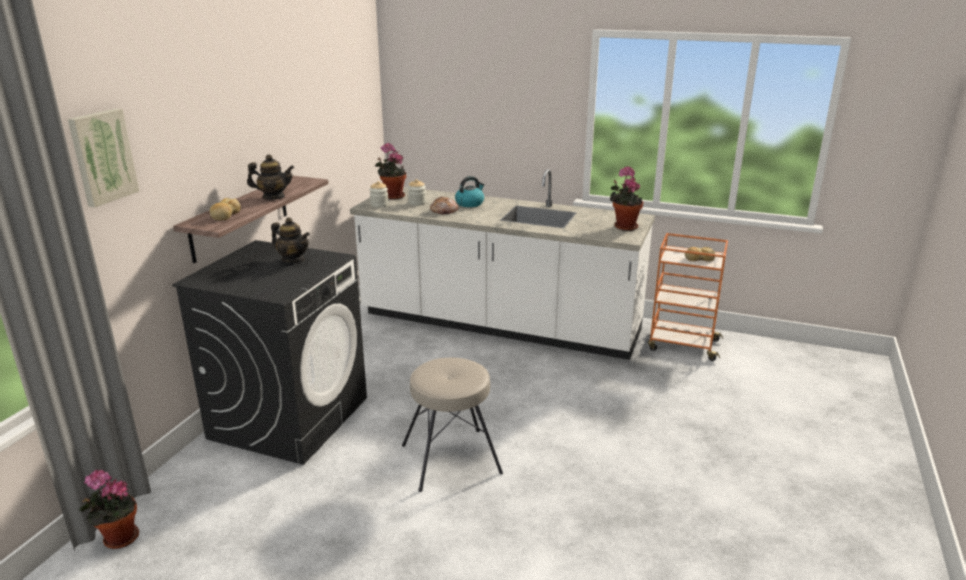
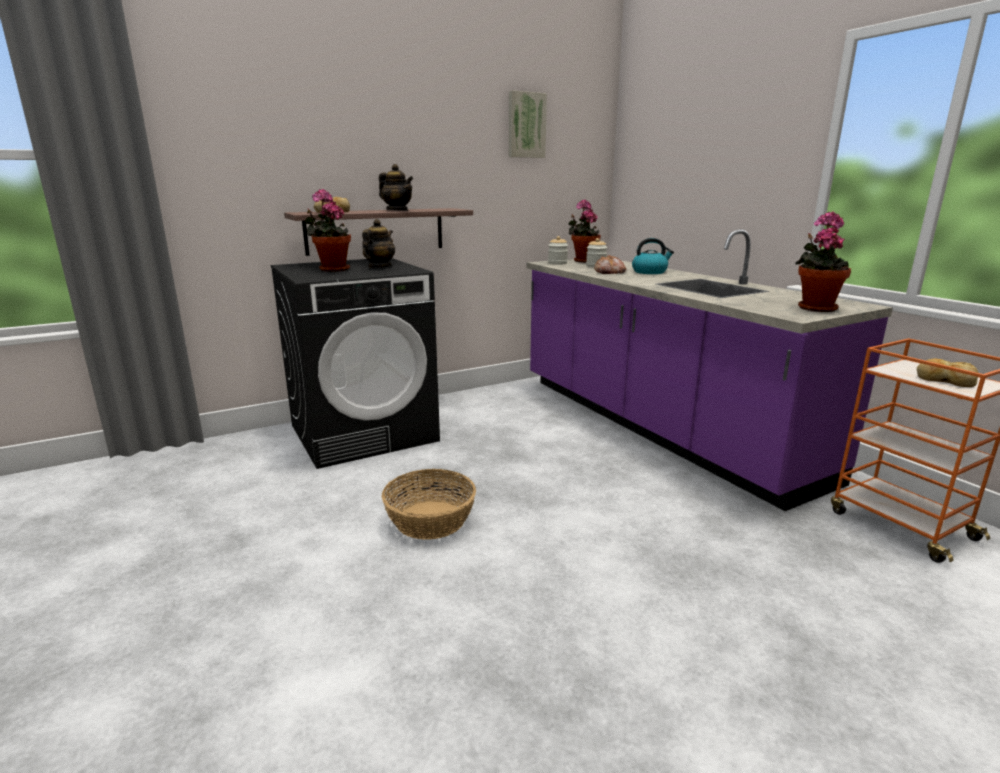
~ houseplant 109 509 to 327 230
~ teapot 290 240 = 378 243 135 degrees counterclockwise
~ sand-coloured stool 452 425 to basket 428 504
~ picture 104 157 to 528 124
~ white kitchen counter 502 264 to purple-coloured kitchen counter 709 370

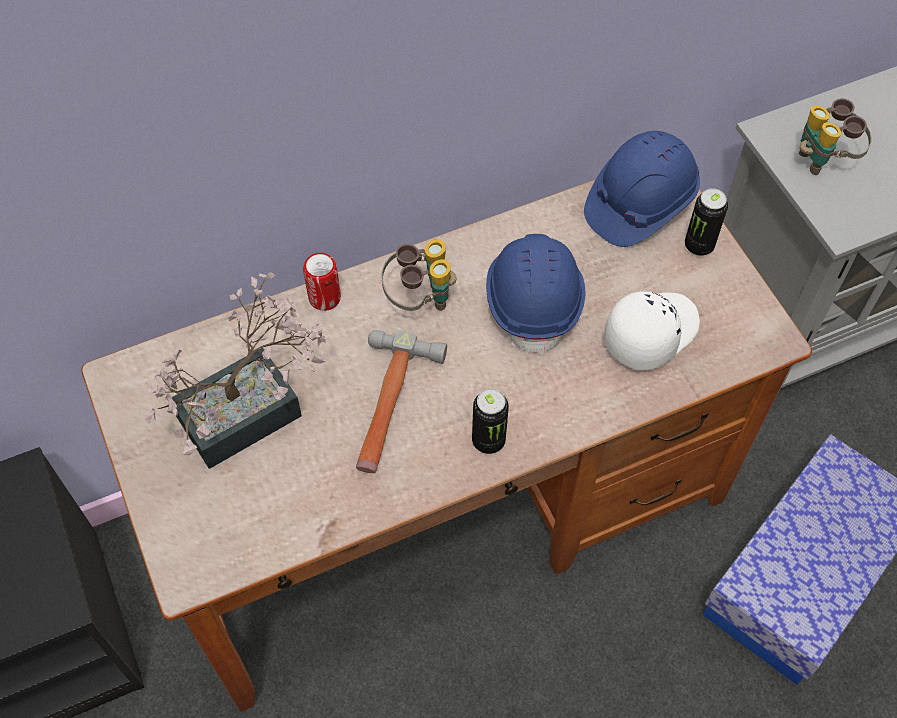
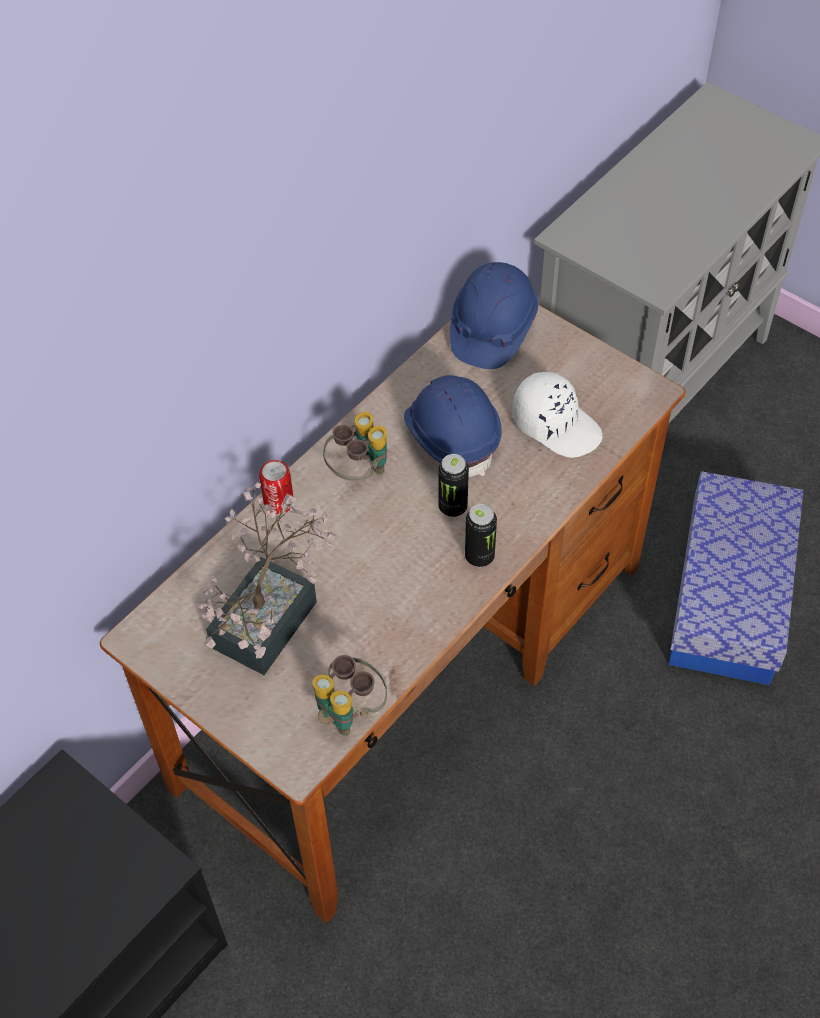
~ pair of binoculars 835 136 to 349 695
~ sealed can 706 222 to 453 485
~ white cap 652 331 = 557 415 105 degrees clockwise
- hammer 401 401

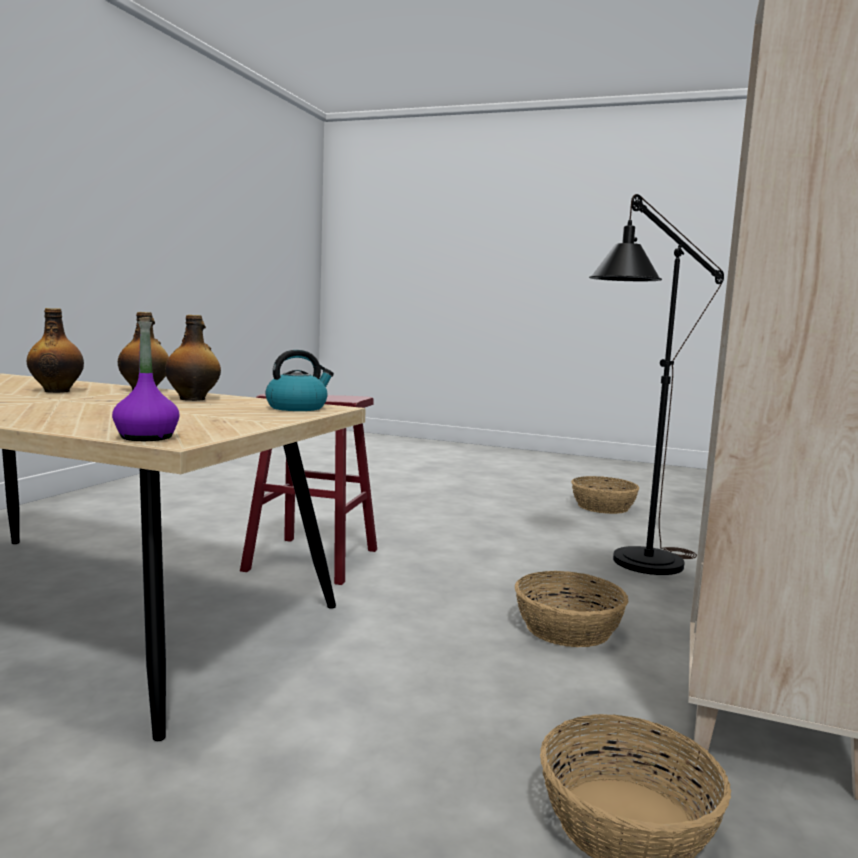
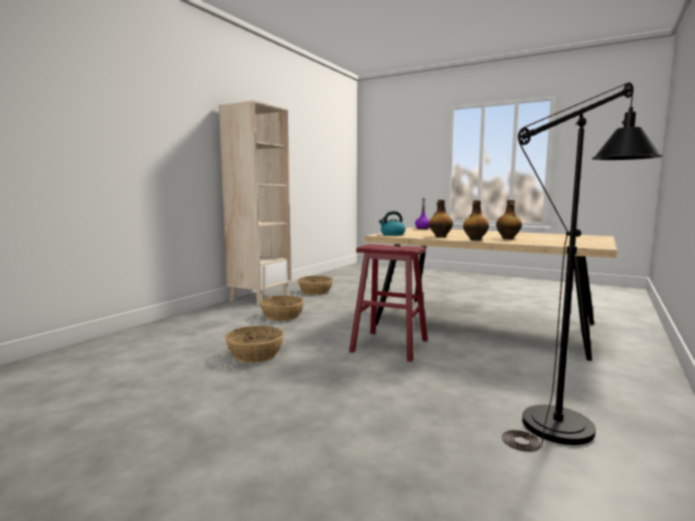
~ basket 605 495 to 254 344
~ black standing lamp 656 384 to 582 267

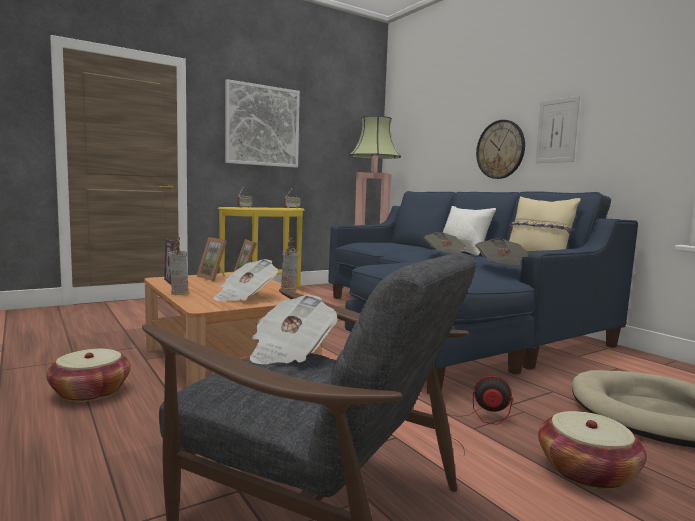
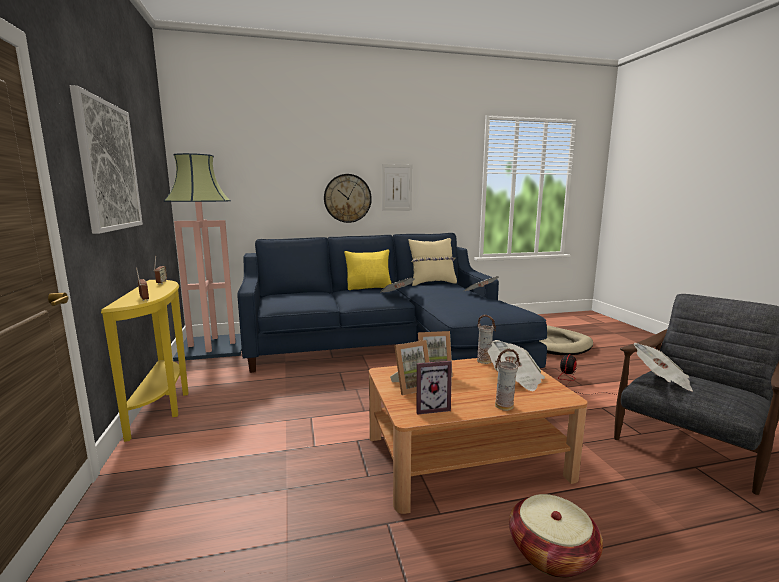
~ white cushion 469 231 to yellow cushion 368 269
- basket 592 450

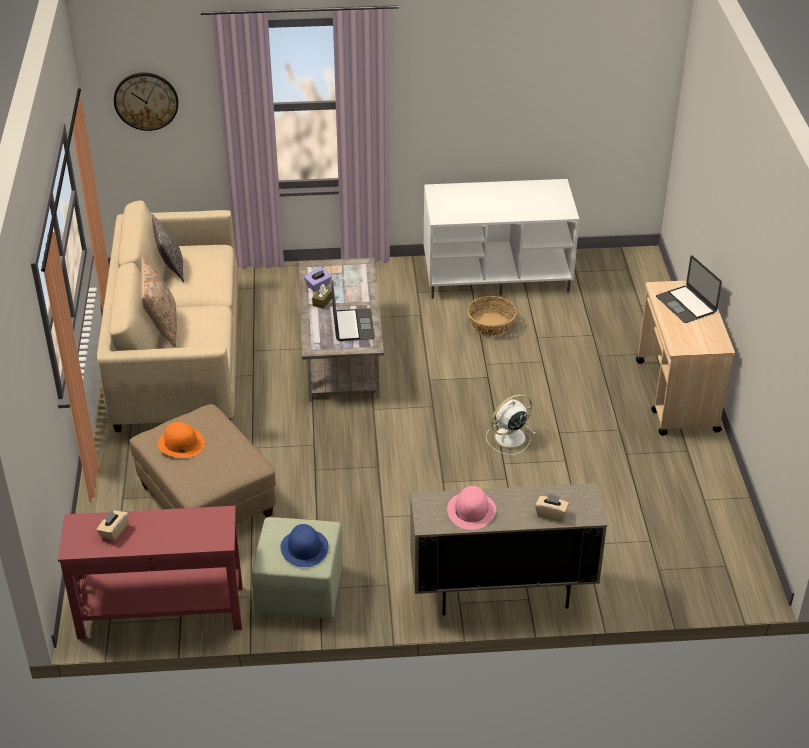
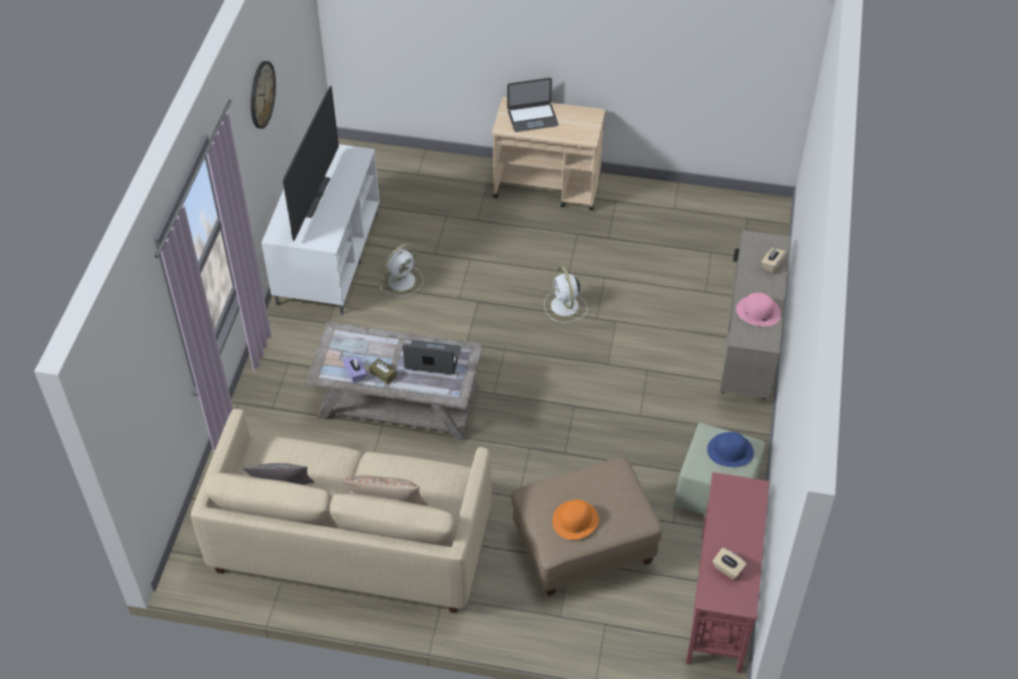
~ wall clock 146 101 to 263 95
+ TV 311 163
~ basket 492 316 to white fan 401 270

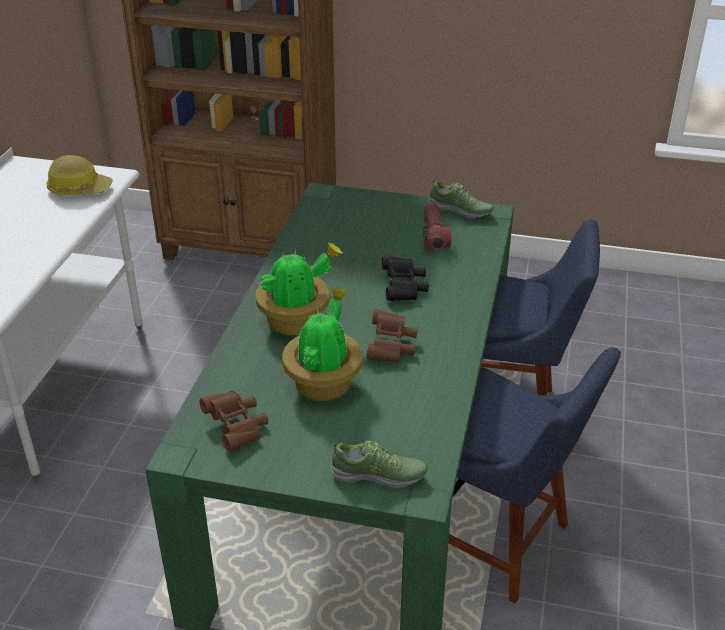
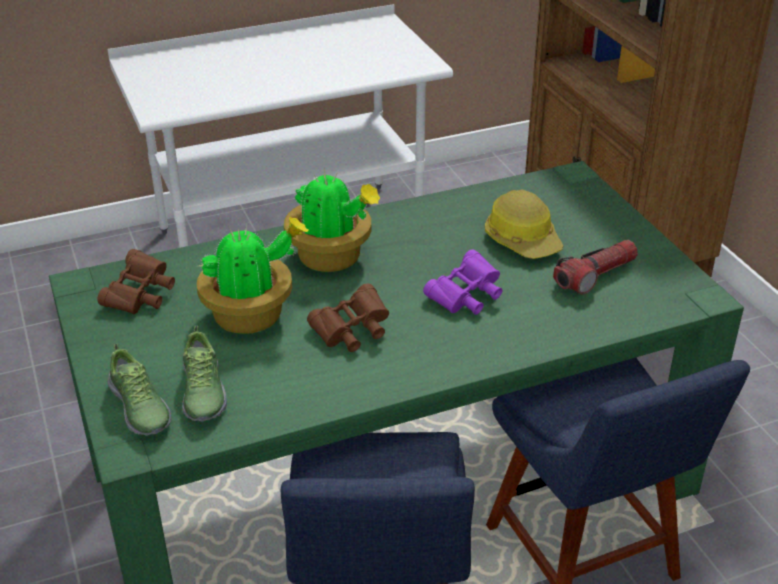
~ item of footwear 461 198 to 204 373
~ black pair of binoculars 405 278 to purple-coloured pair of binoculars 462 282
~ work helmet 79 175 to 524 224

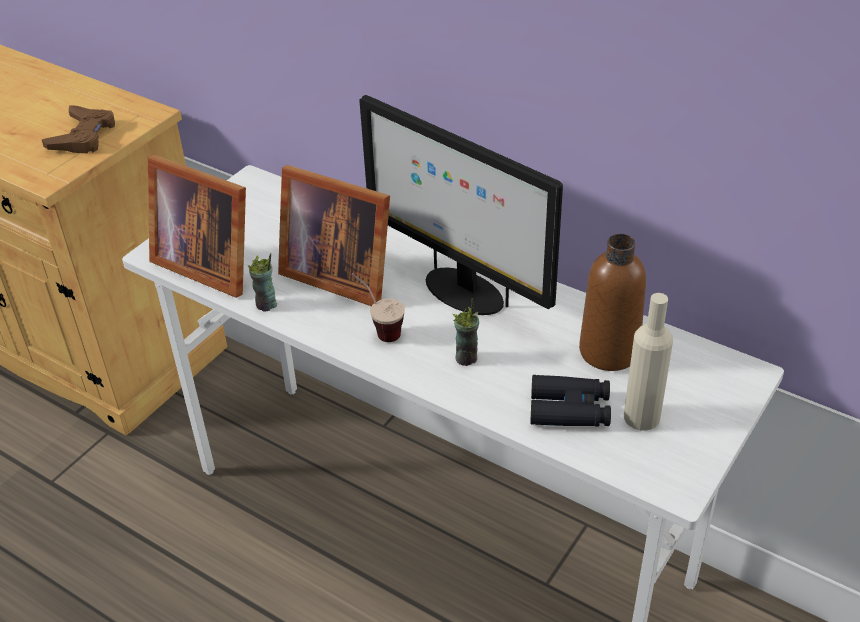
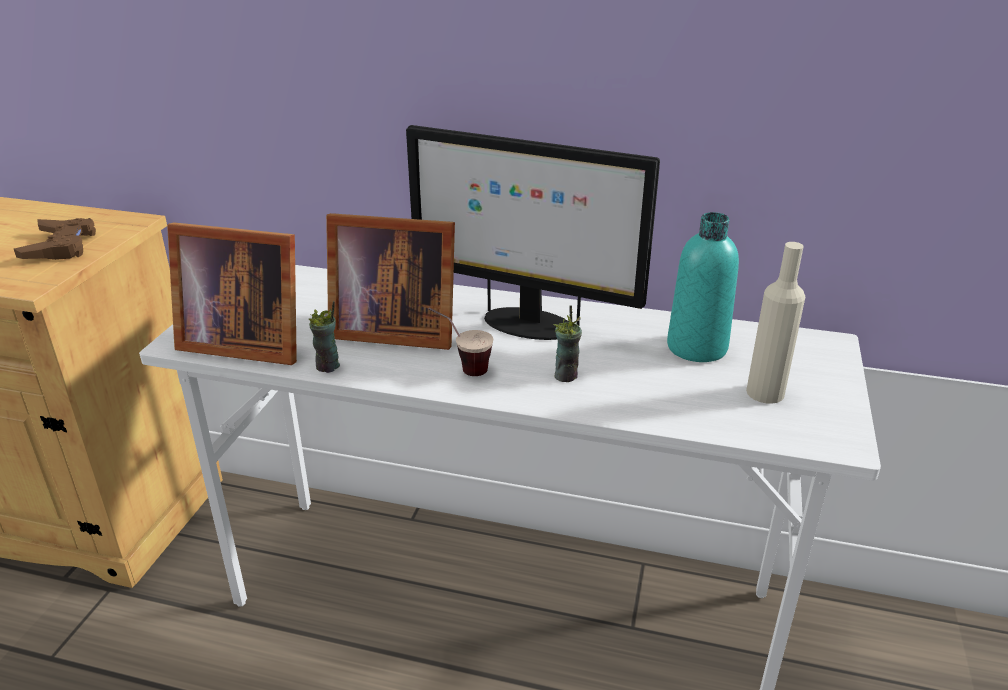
~ brownish bottle 612 302 to blue-green bottle 703 287
- black pair of binoculars 570 401

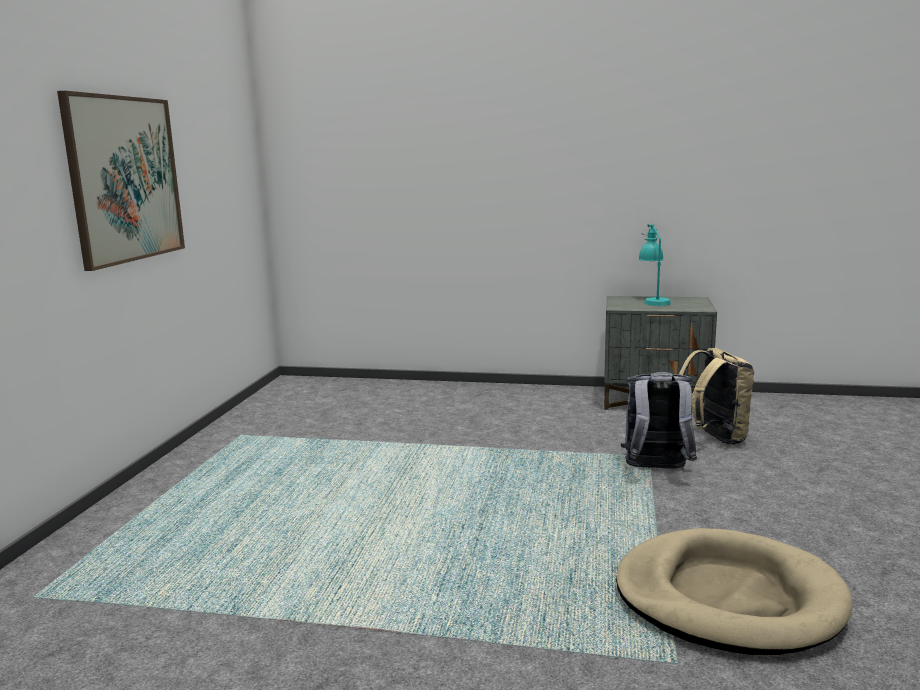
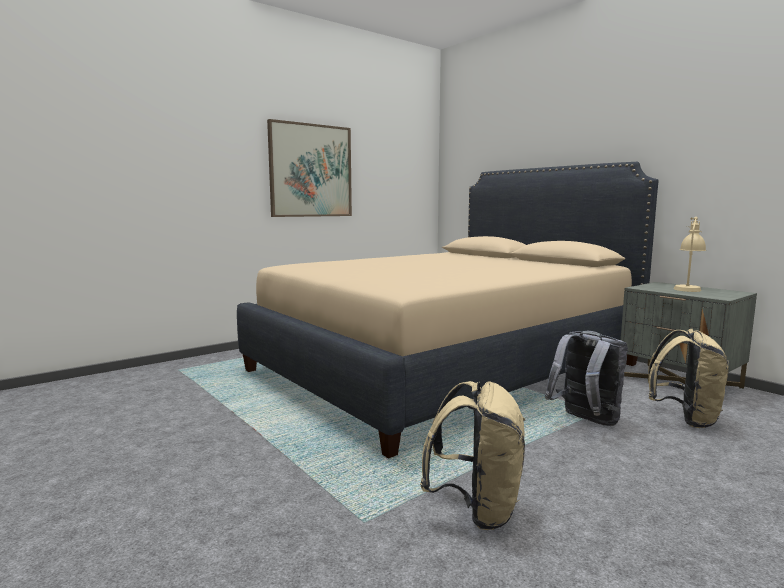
+ sand-coloured sleeping bed 447 310
~ sand-coloured dog bed 734 591 to sand-coloured knapsack 472 455
~ blue-green lamp for a table 654 265 to sand-coloured lamp for a table 690 254

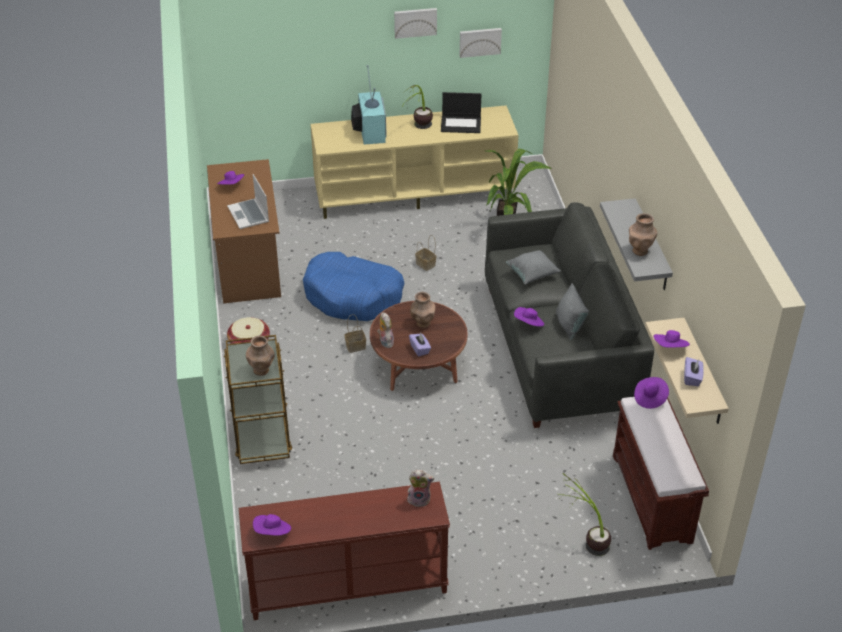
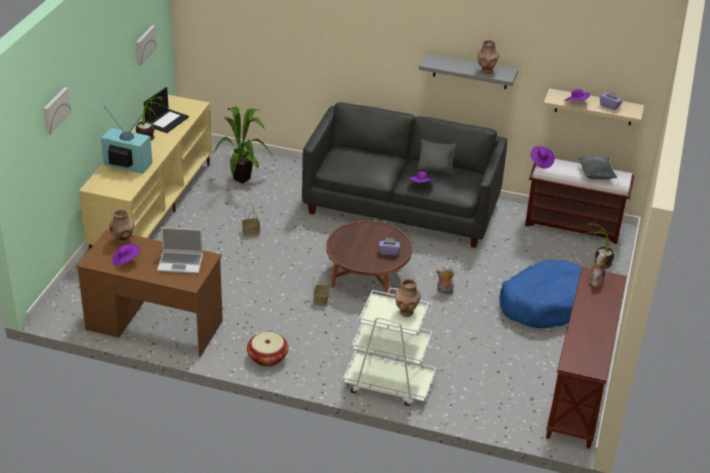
~ picture 415 23 to 57 111
~ brownish decorative vase 423 310 to 121 226
~ brownish cart 258 399 to white cart 389 347
~ cuddly toy 385 330 to 445 280
~ blue-coloured dog bed 353 286 to 540 293
~ grey cushion 533 267 to 598 167
- purple-coloured wearable hat 272 525

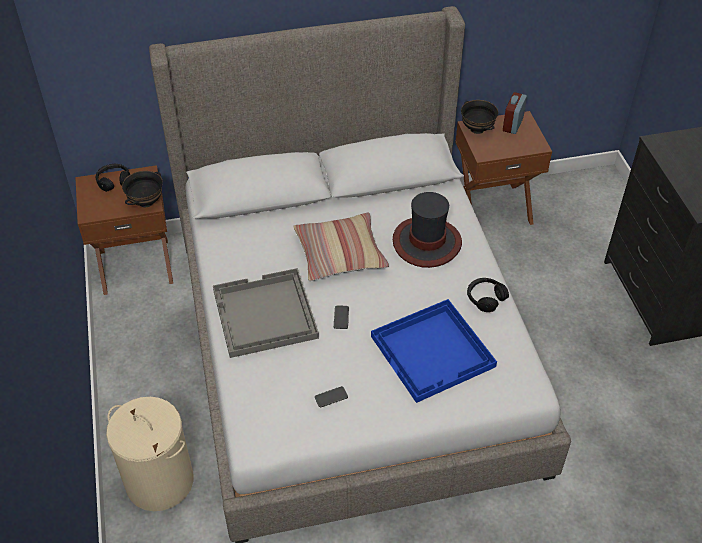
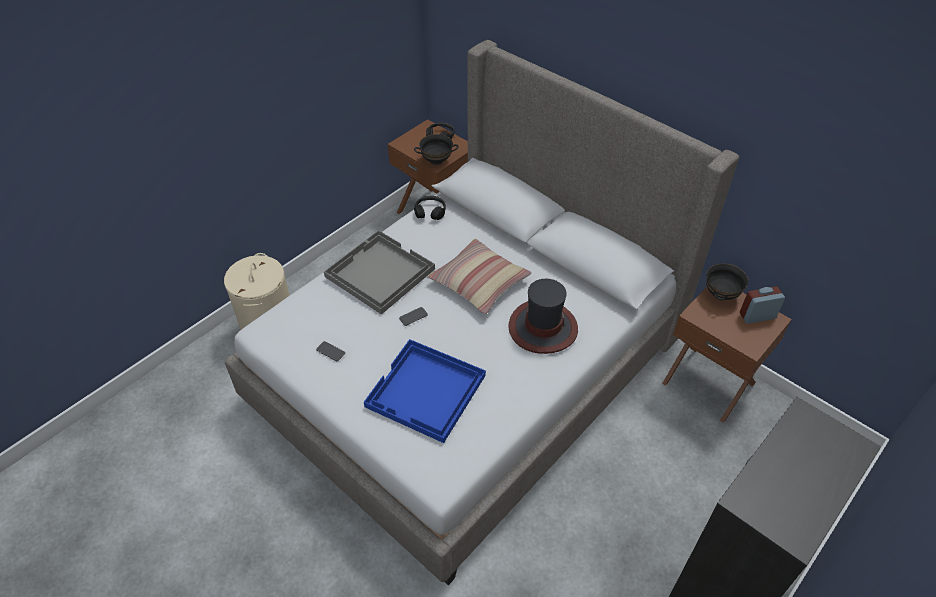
~ black headphones 488 295 to 430 208

